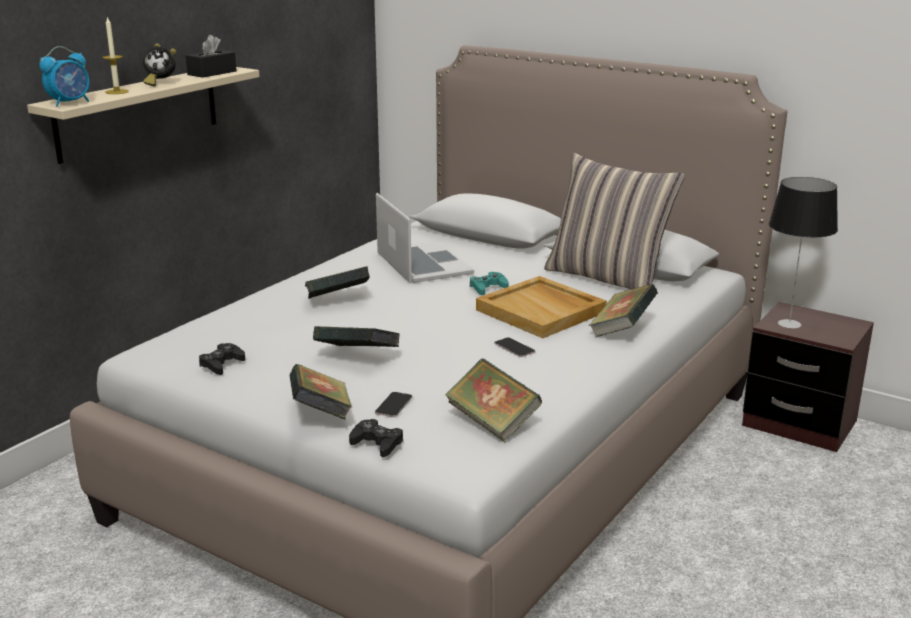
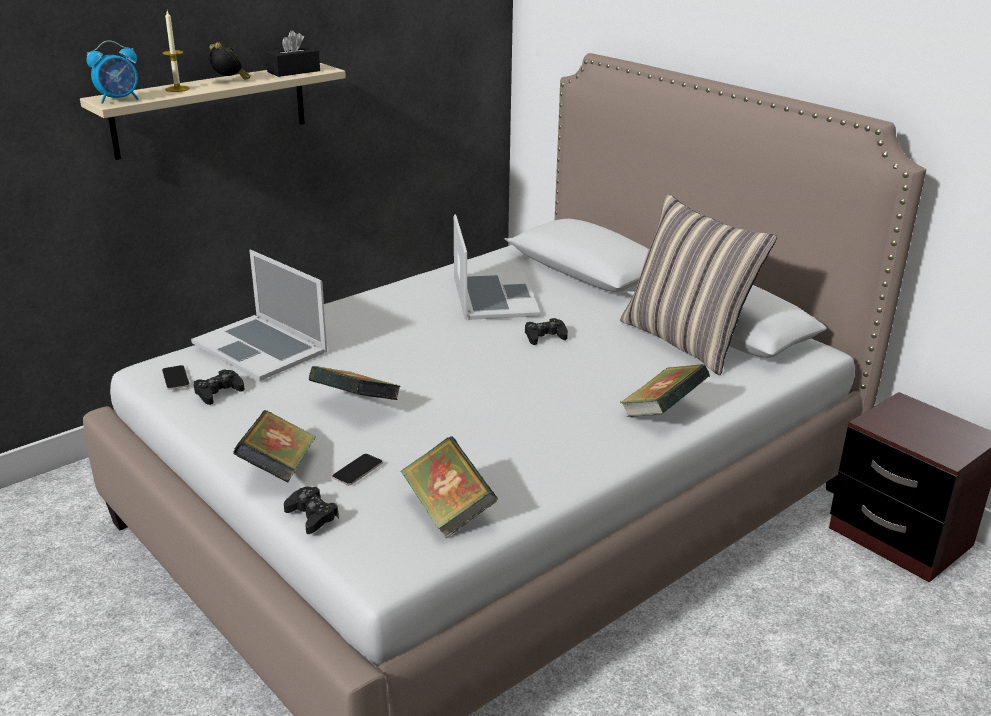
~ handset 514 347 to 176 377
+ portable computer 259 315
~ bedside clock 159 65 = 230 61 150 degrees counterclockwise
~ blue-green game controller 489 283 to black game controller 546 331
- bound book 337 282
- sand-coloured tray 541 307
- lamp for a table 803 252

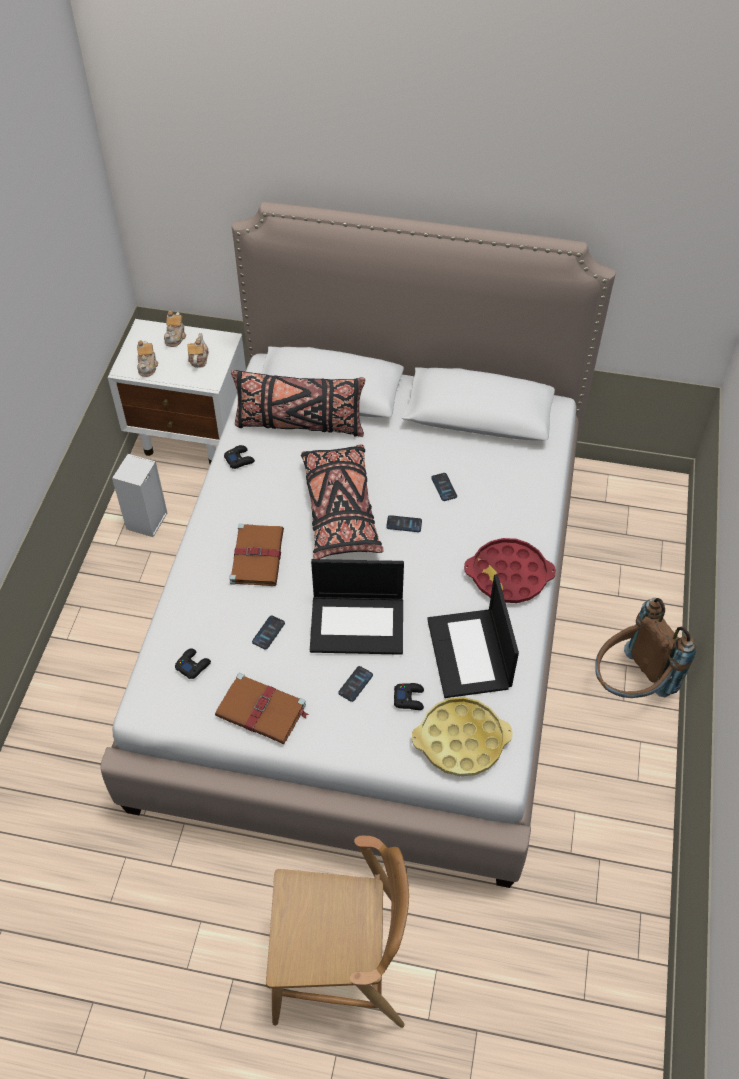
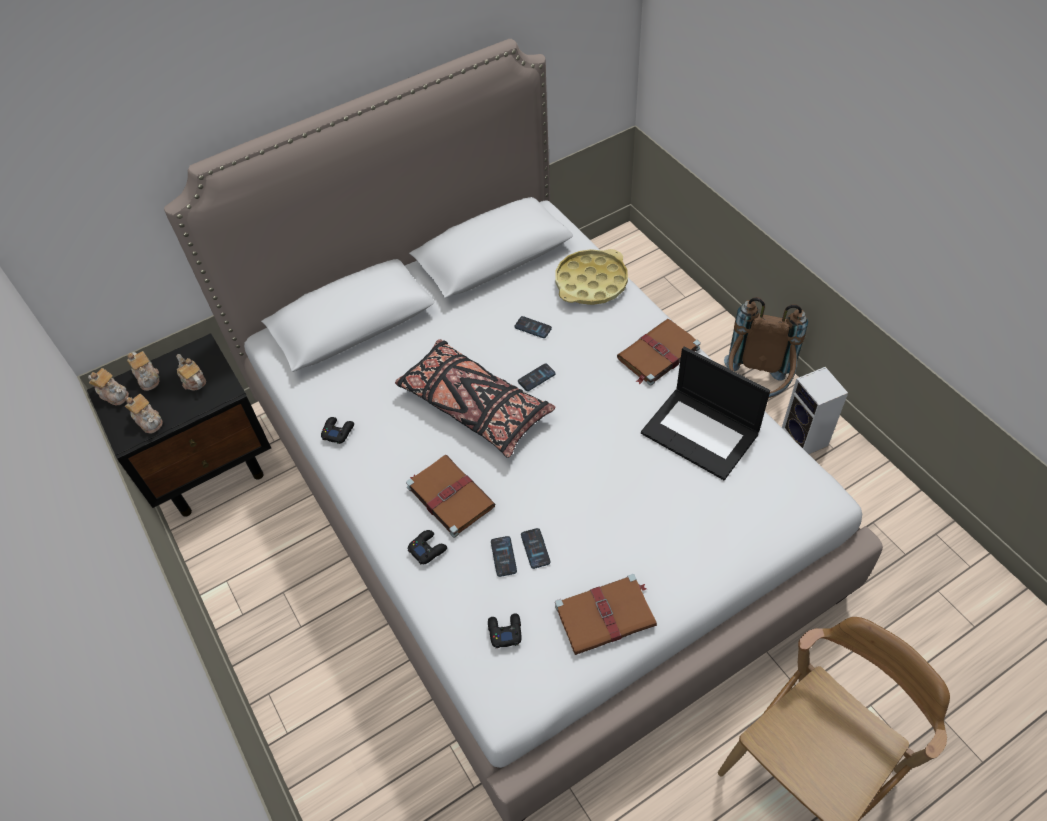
~ white nightstand 177 391 to black nightstand 179 425
+ teapot 108 386
~ black game controller 409 696 to 427 547
~ handset 355 684 to 504 556
~ yellow tray 462 736 to 591 277
~ reddish tray 510 570 to brownish bound book 659 352
~ audio speaker 139 495 to 815 410
- black cushion 298 403
- portable computer 357 607

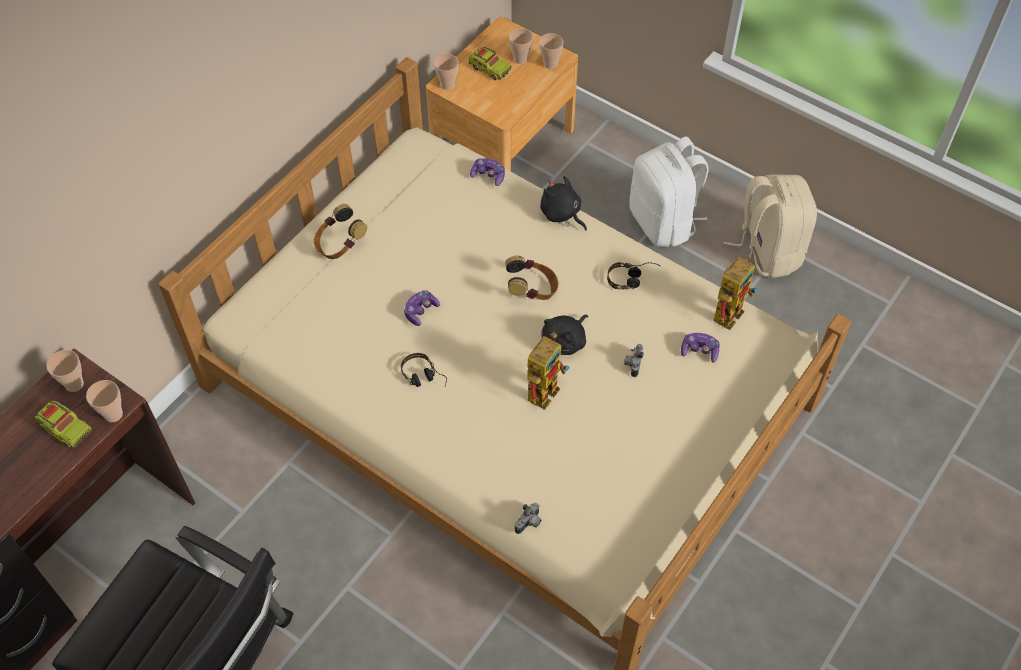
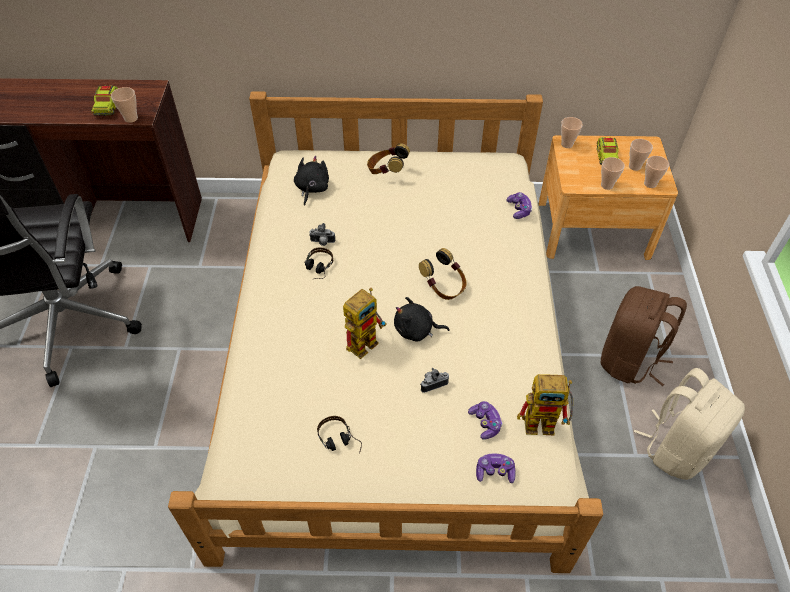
~ black cuddly toy 563 203 to 311 181
~ photo camera 528 518 to 322 234
~ headphones 633 275 to 339 434
~ model robot 548 372 = 364 323 45 degrees counterclockwise
~ game controller 422 308 to 496 469
~ small cup 65 371 to 613 173
~ white knapsack 669 191 to brownish knapsack 644 336

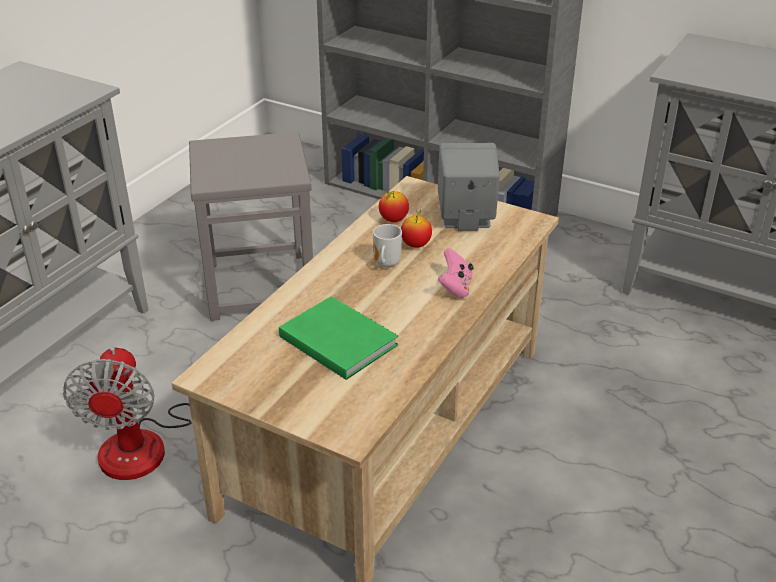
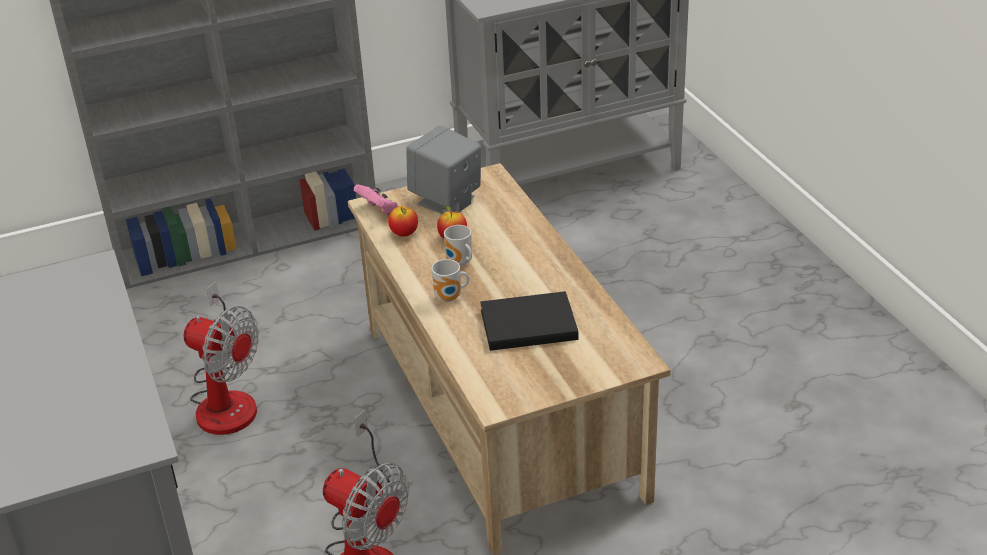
~ grey stool 251 226 to fan 221 358
~ pink-coloured game controller 456 273 to 376 199
+ coffee mug 450 280
~ green-coloured bound book 338 338 to black bound book 529 321

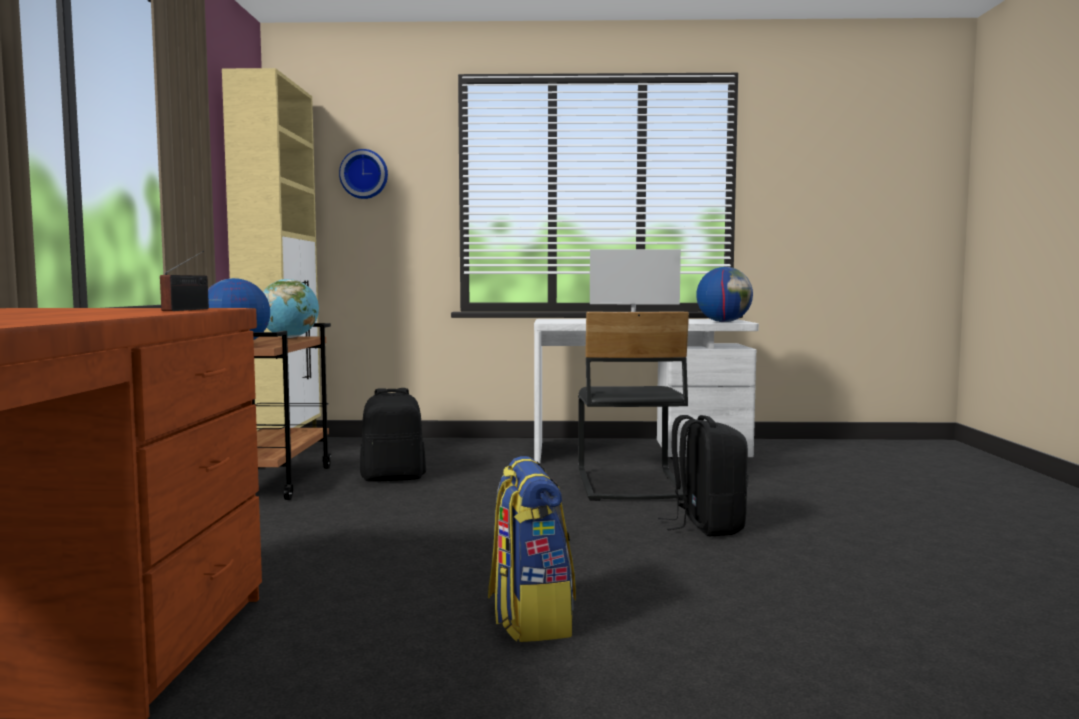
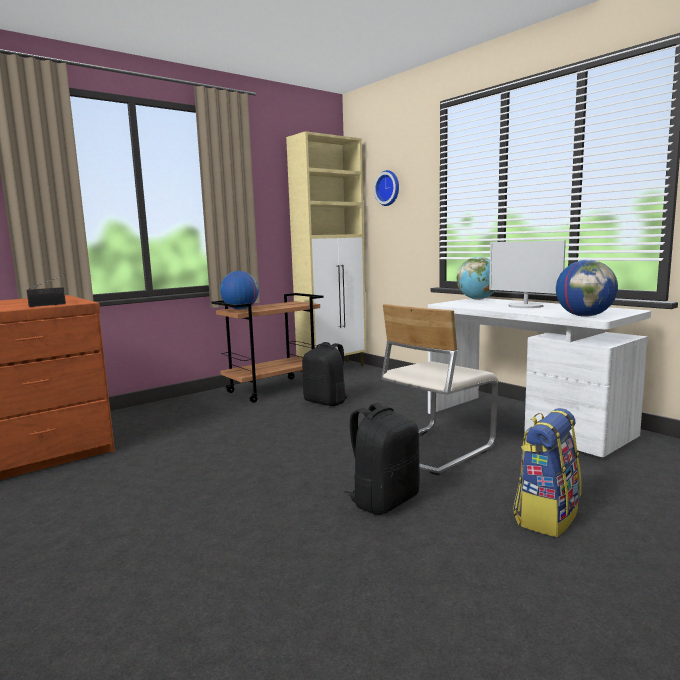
~ black upright chair 633 406 to sand-coloured upright chair 440 389
~ desk globe 291 308 to 476 278
~ knapsack 532 549 to 547 472

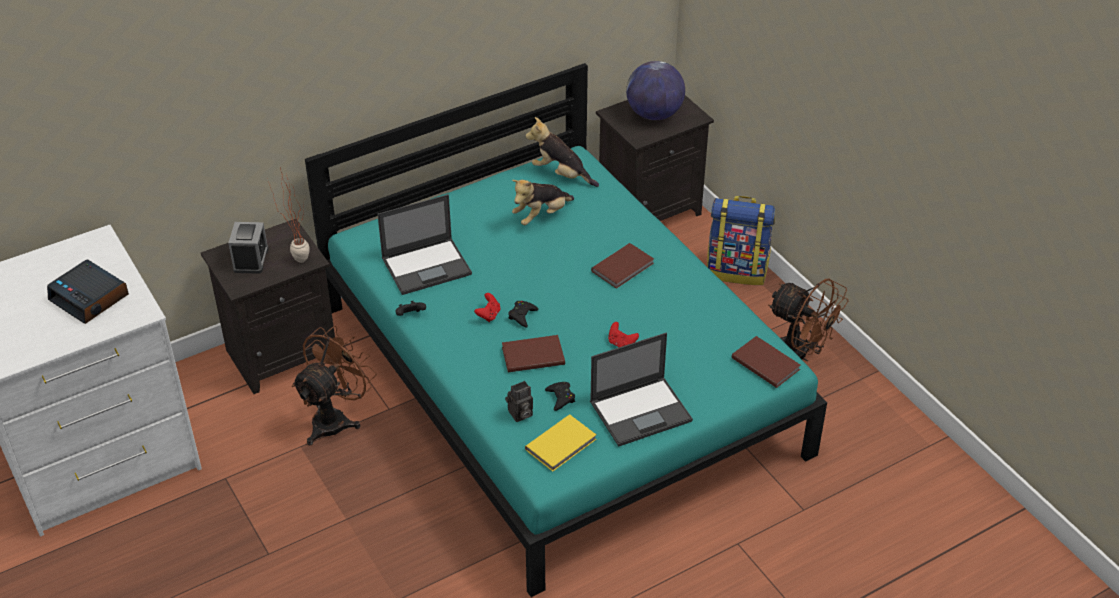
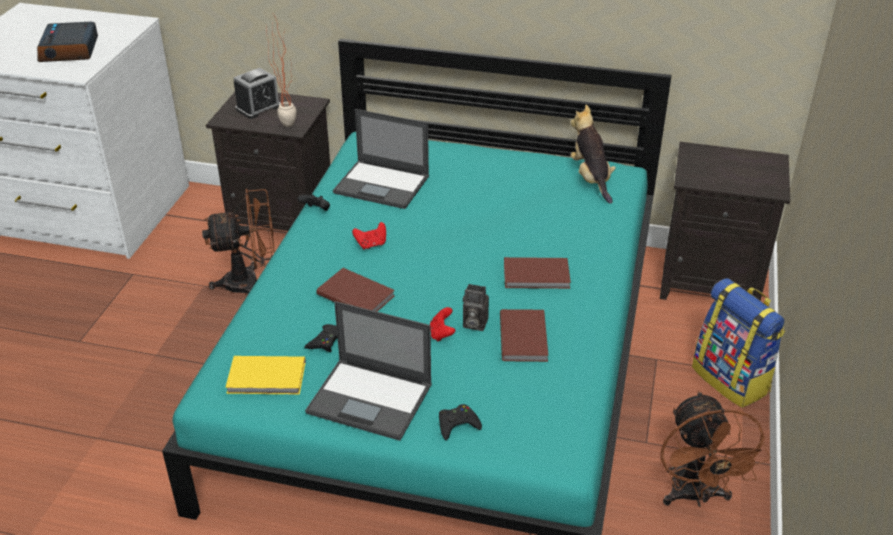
~ black game controller 523 314 to 460 422
~ photo camera 519 401 to 476 307
~ brownish bound book 766 362 to 524 335
- cuddly toy 543 202
- desk globe 655 90

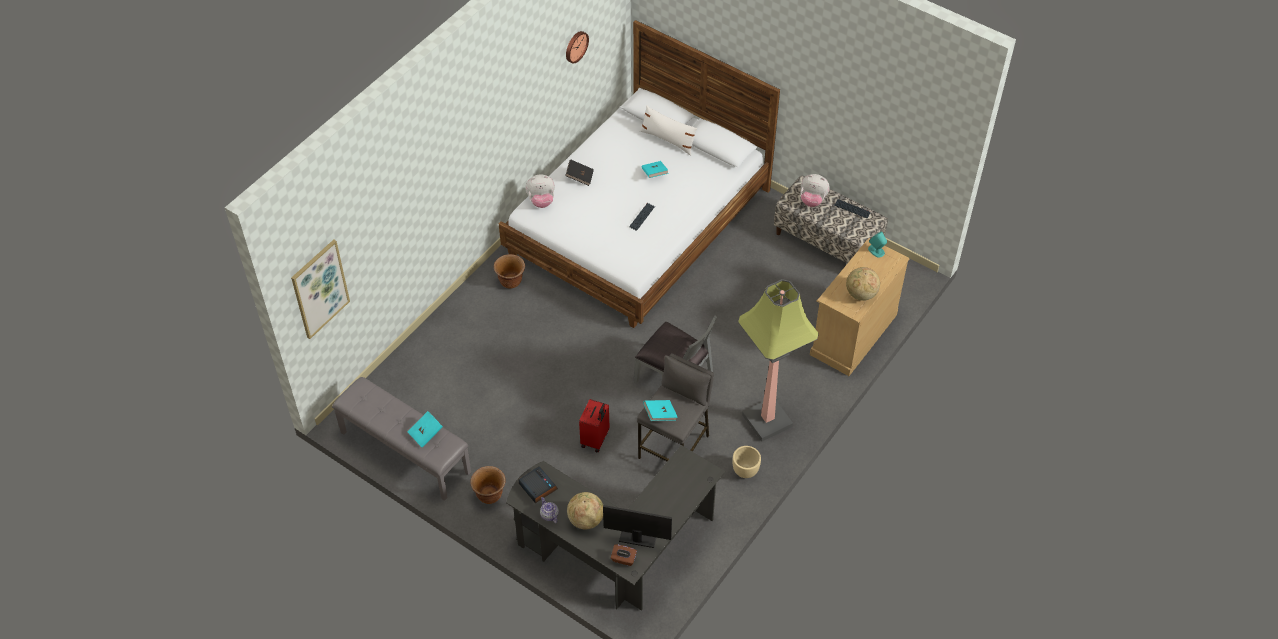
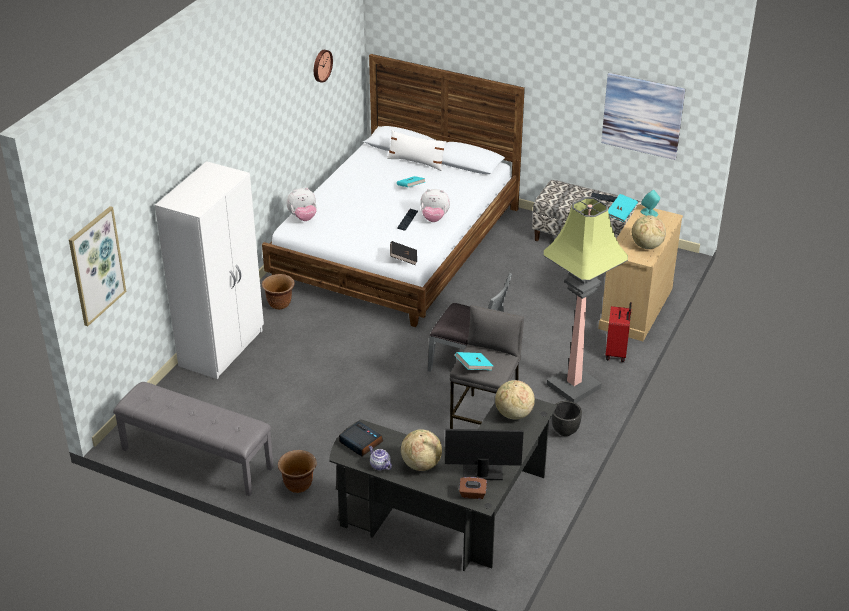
+ white armoire 209 270
~ black bound book 579 172 to 403 253
~ cuddly toy 815 190 to 435 205
+ desk globe 515 400
~ sand-coloured flower pot 746 462 to black flower pot 566 418
+ picture 643 116
~ reddish piece of luggage 594 425 to 618 332
~ blue-green bound book 425 429 to 623 208

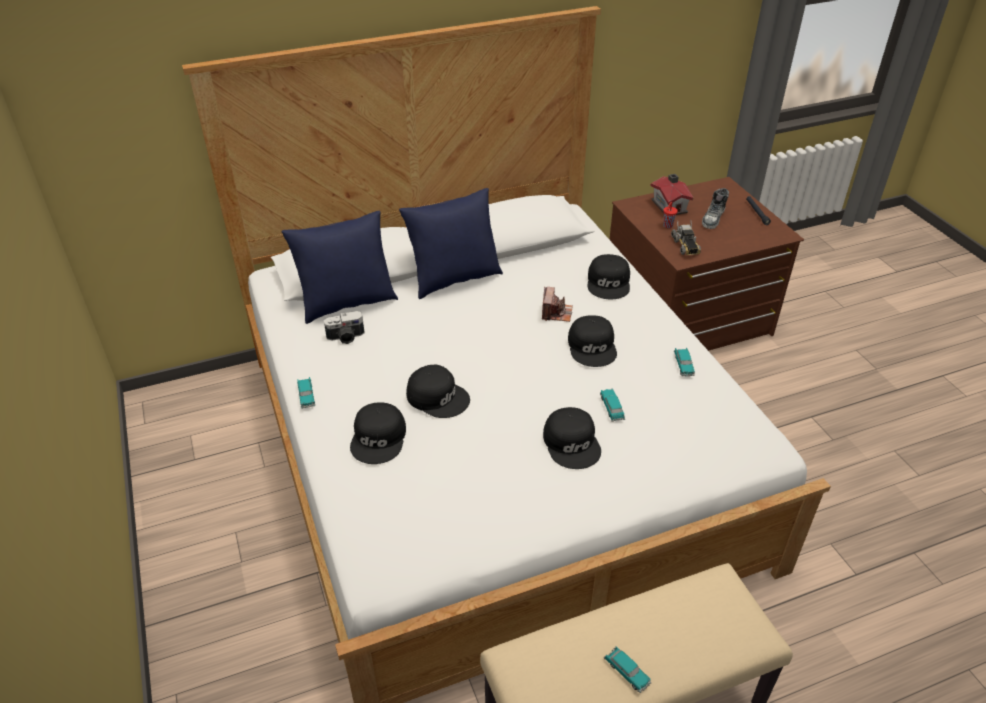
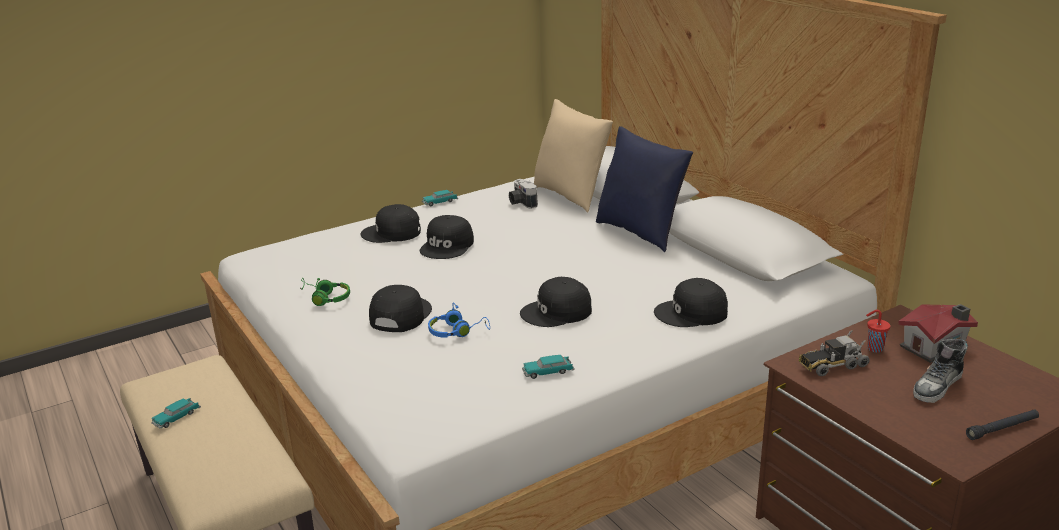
+ green-coloured headphones 325 292
~ black cap 572 438 = 400 308 135 degrees clockwise
~ model car 612 405 to blue-coloured headphones 459 320
~ blue-coloured cushion 340 267 to sand-coloured cushion 573 156
~ item of footwear 715 208 = 940 371 60 degrees counterclockwise
- photo camera 557 304

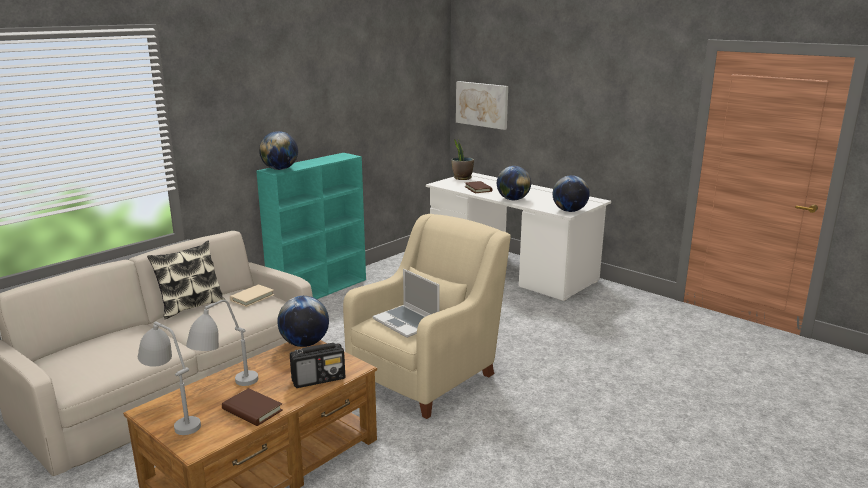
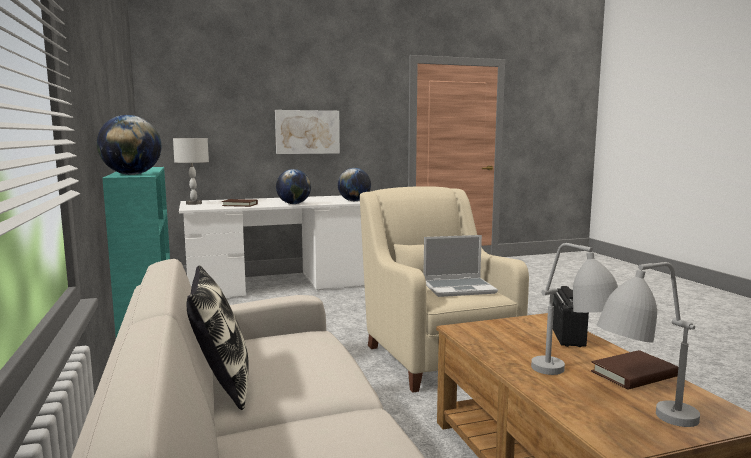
~ houseplant 463 159 to grey lamp for a table 191 171
~ picture 482 105 to 307 132
- sand-coloured bound book 252 296
- desk globe 303 321

